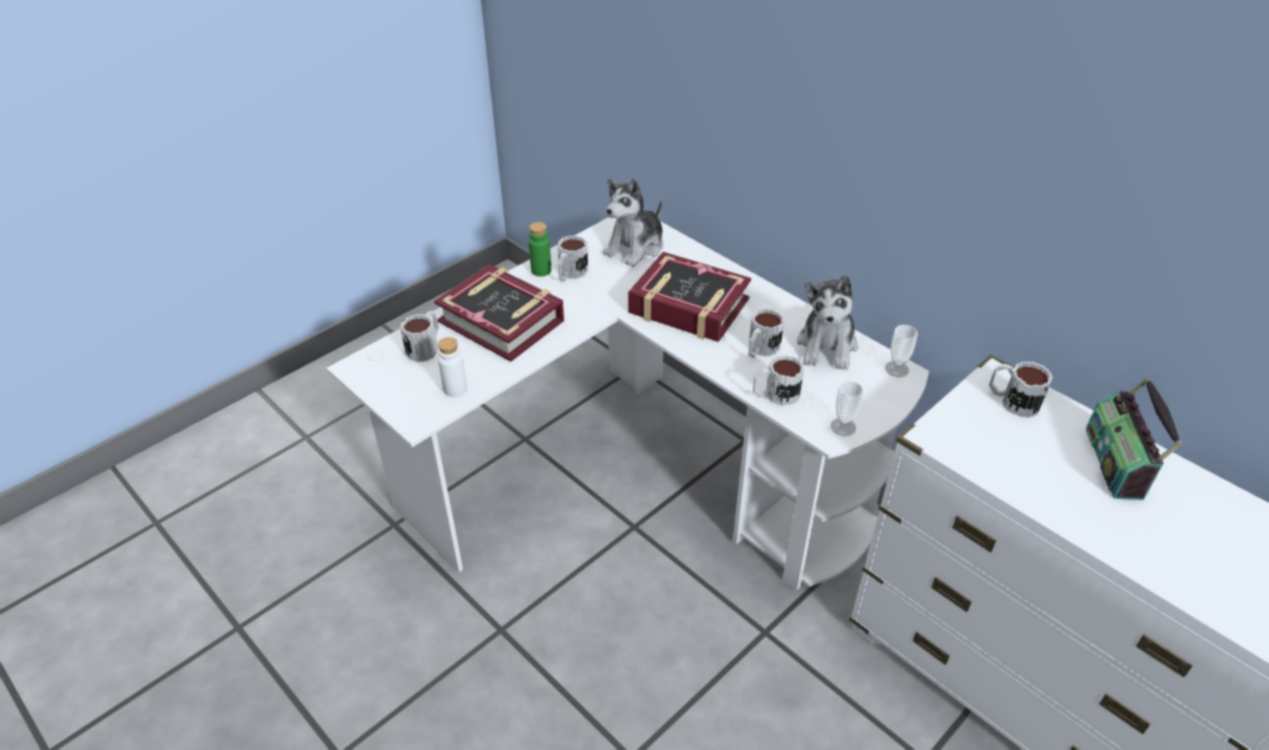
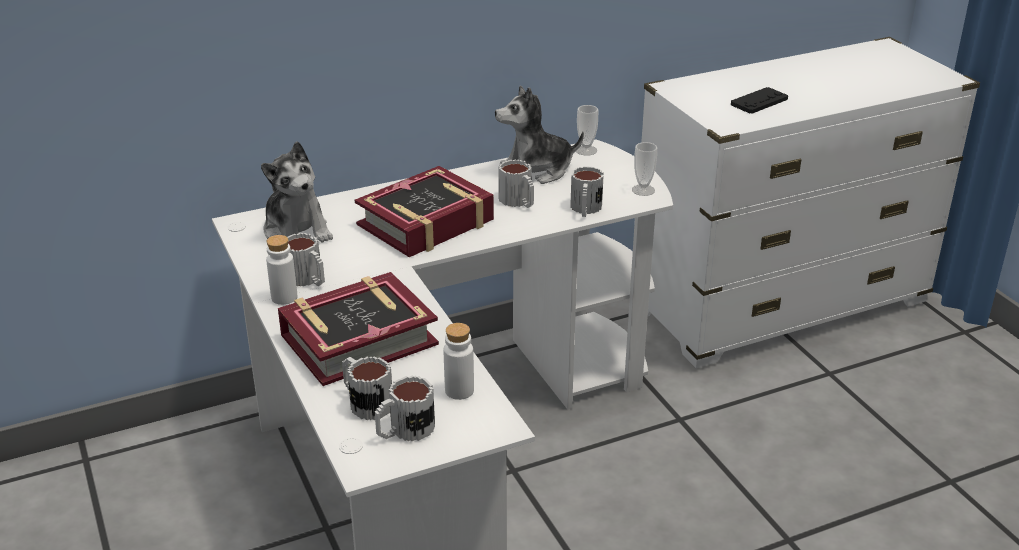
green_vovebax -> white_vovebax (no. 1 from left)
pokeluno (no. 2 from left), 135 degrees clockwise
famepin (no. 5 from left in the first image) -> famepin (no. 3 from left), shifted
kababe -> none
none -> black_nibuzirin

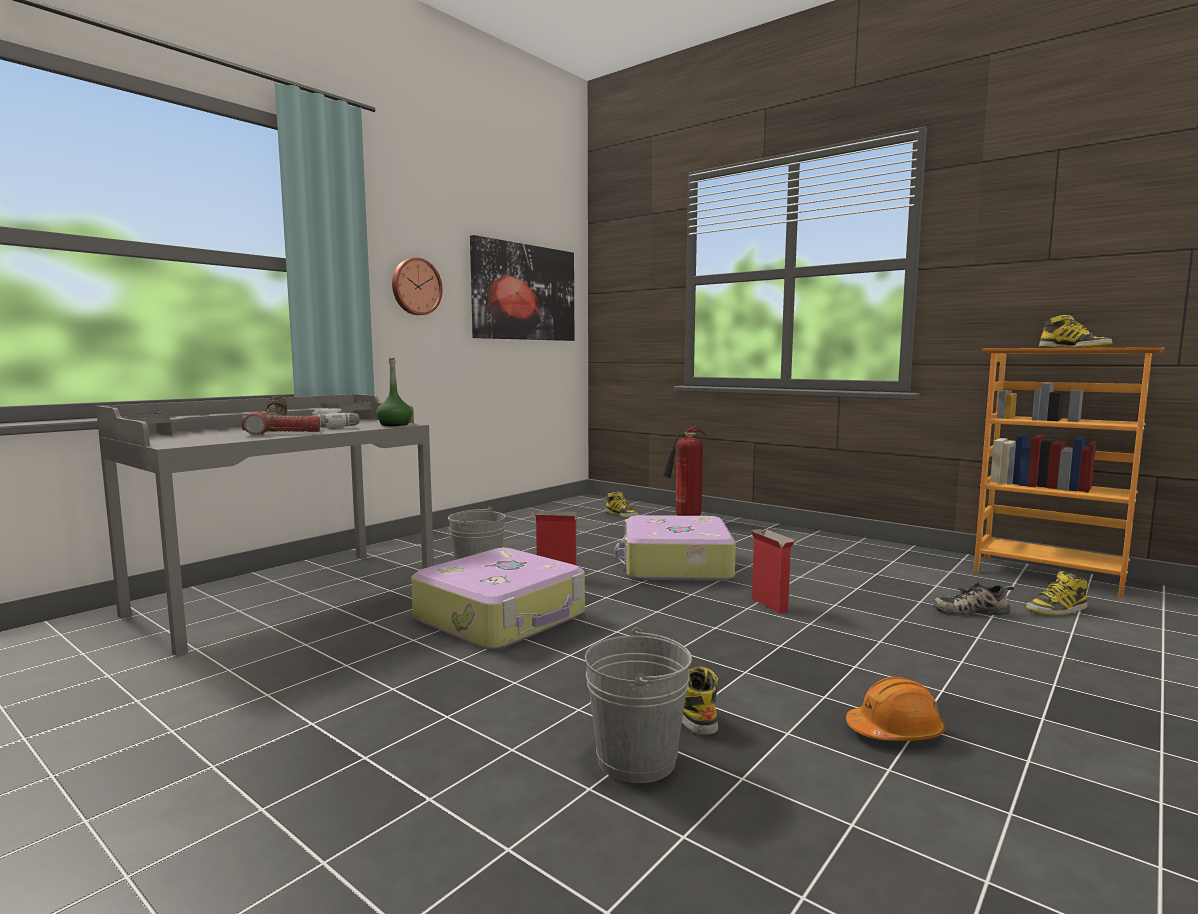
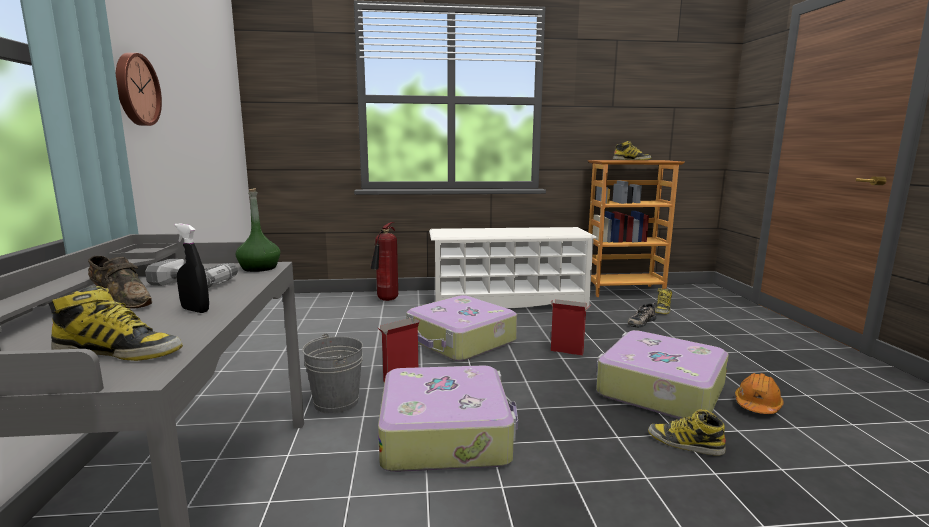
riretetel -> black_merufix
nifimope -> none
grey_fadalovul (no. 2 from left) -> none
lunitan (no. 1 from left), shifted
none -> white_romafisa
none -> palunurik (no. 3 from left)

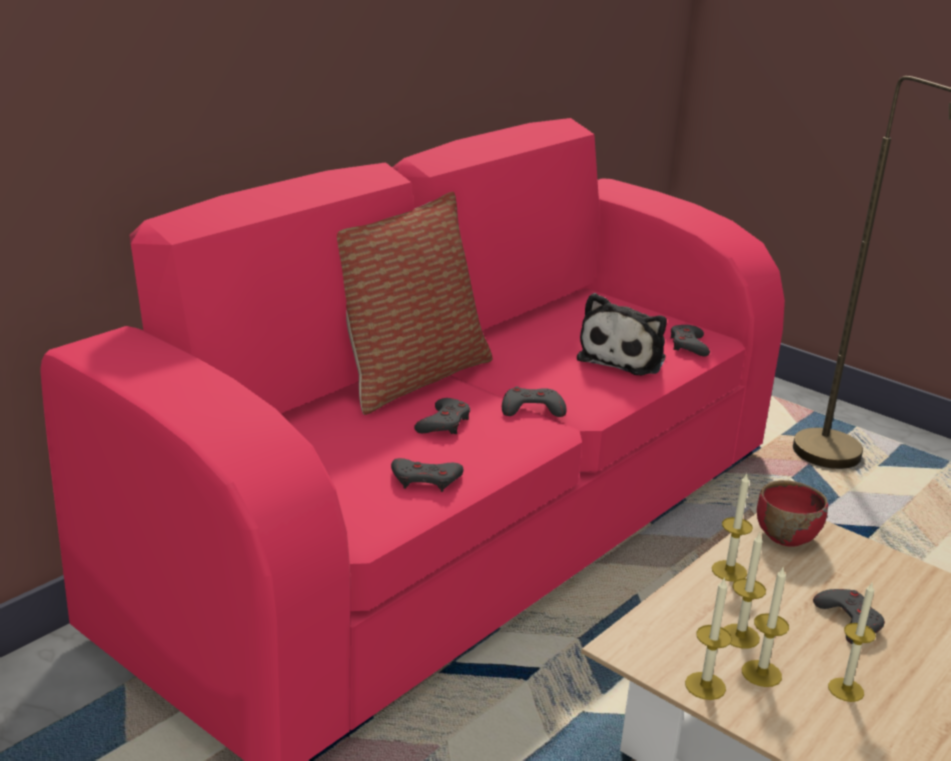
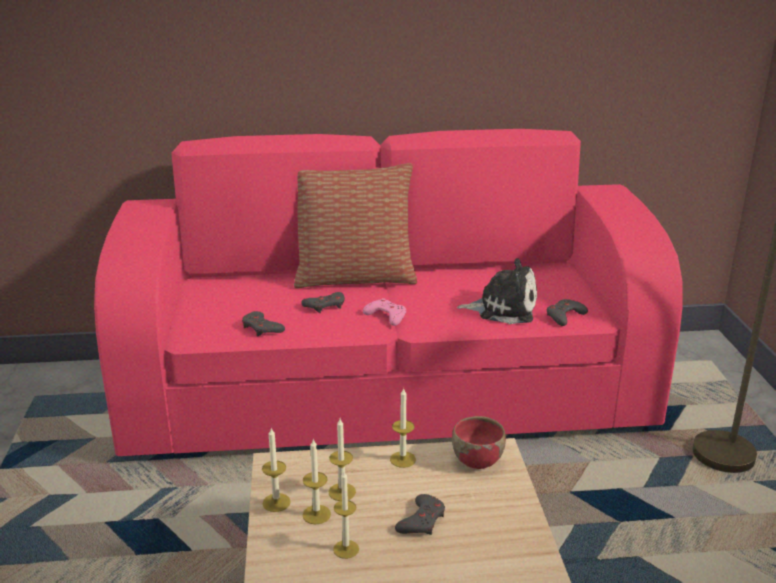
grey_nibuzirin (no. 3 from left) -> pink_nibuzirin
pokeluno, 150 degrees counterclockwise

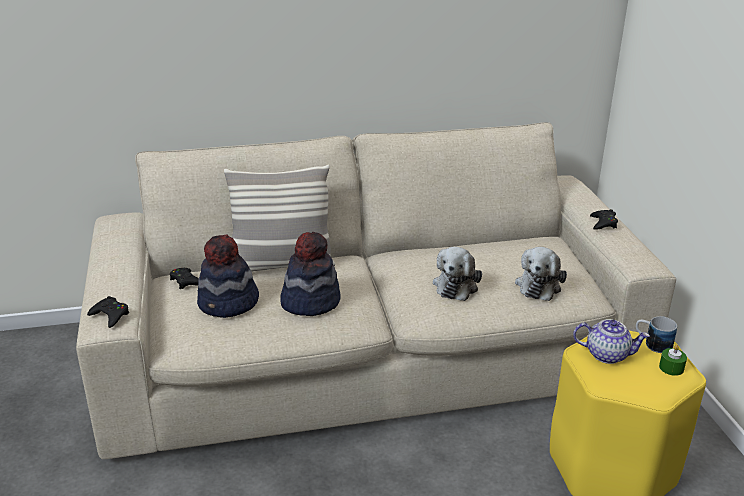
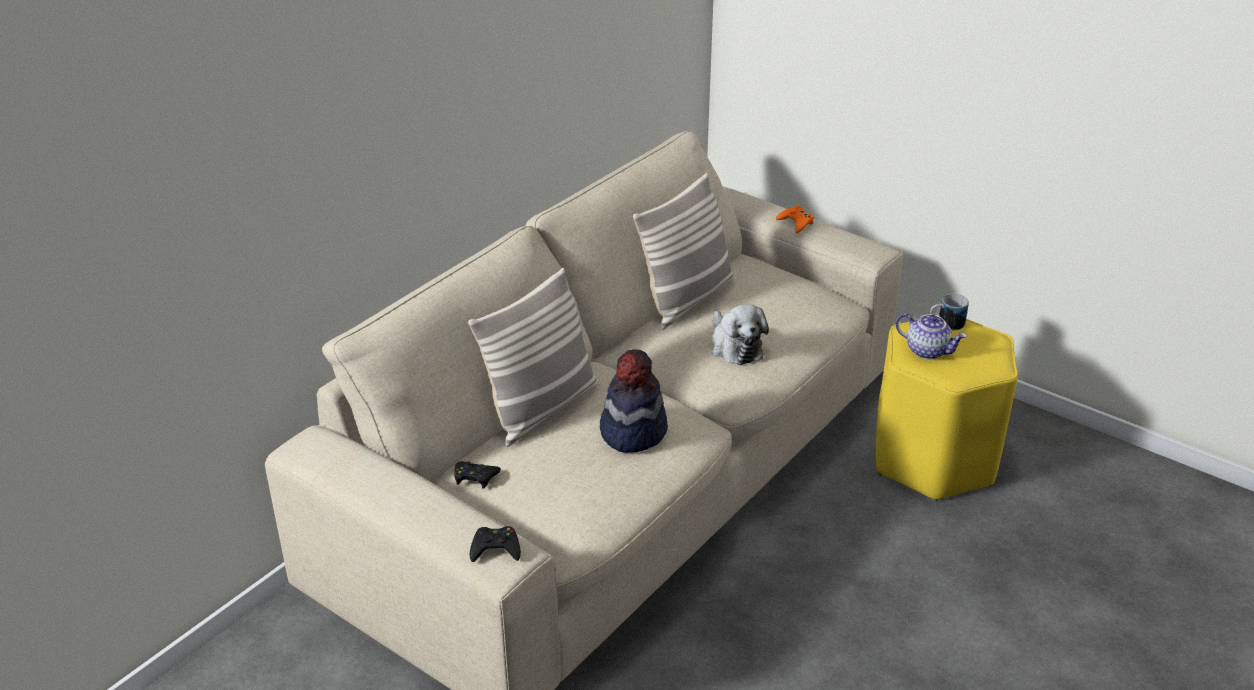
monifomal (no. 1 from left) -> none
pokeluno (no. 2 from left) -> none
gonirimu, 60 degrees clockwise
black_nibuzirin (no. 3 from left) -> orange_nibuzirin
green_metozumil -> none
none -> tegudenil (no. 2 from left)

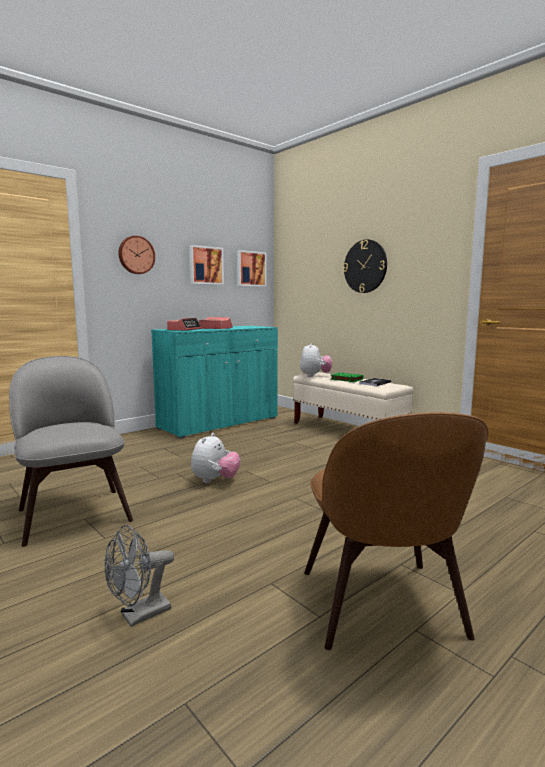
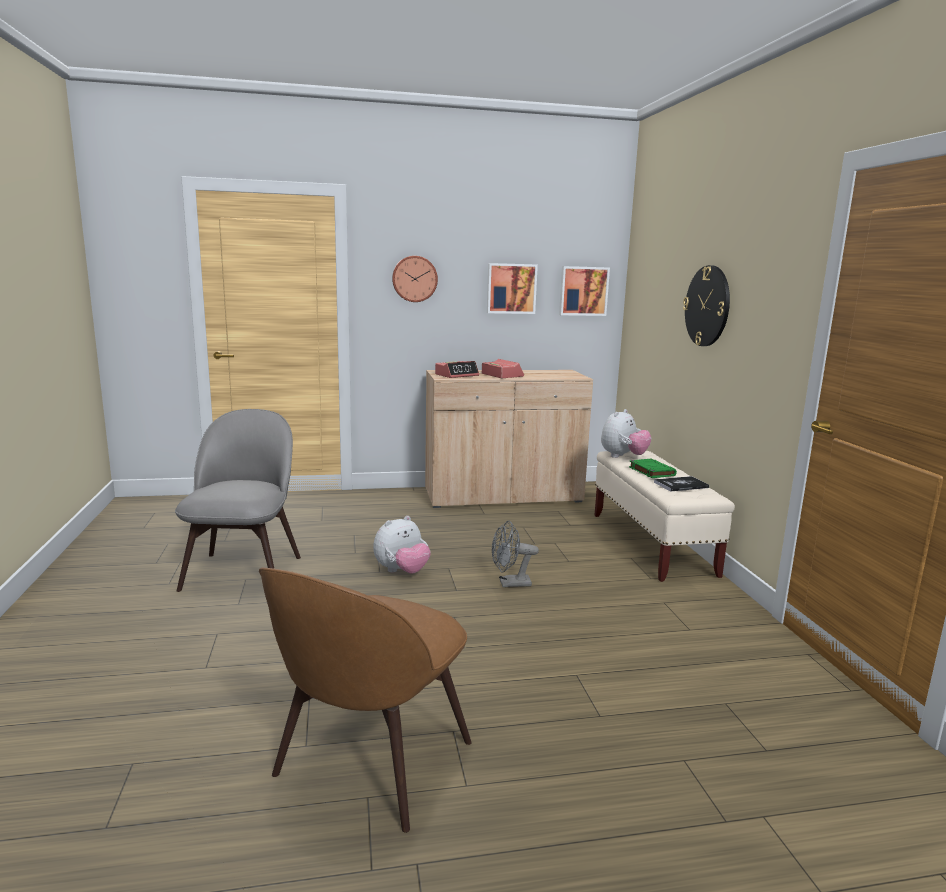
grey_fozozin, shifted
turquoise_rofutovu -> beige_rofutovu

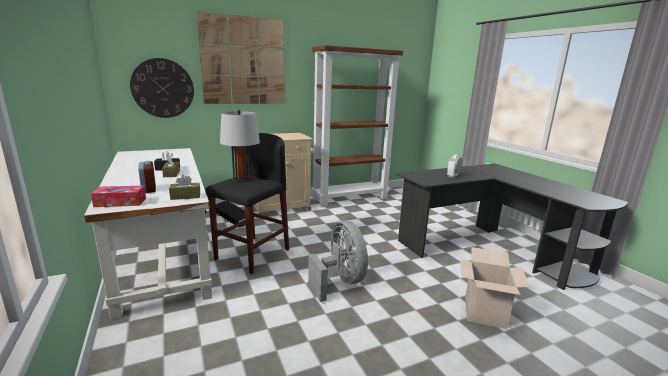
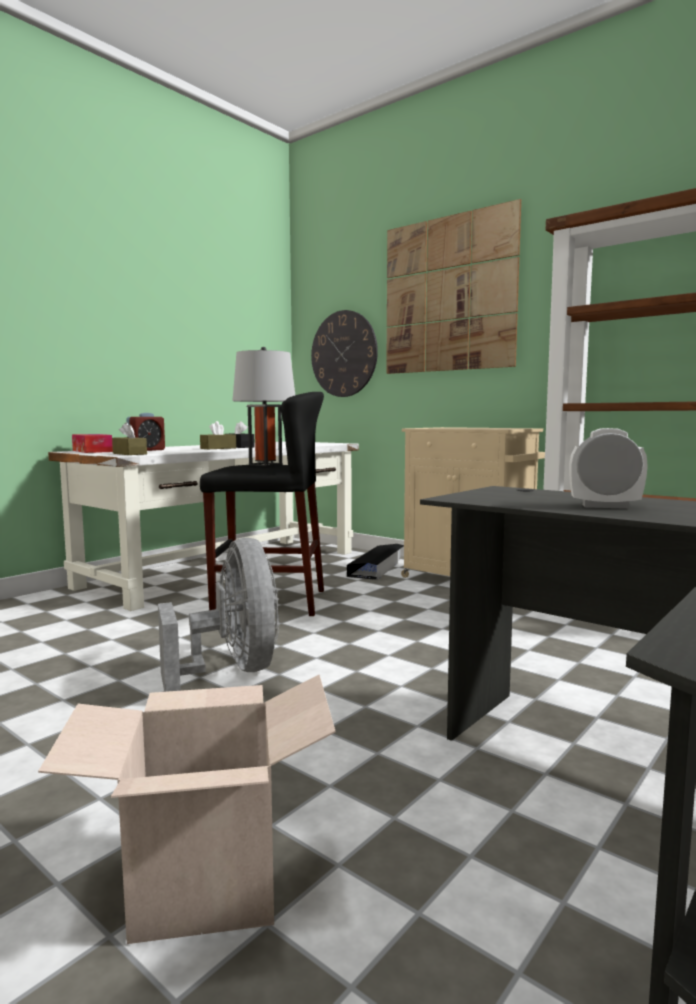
grey_fozozin, 60 degrees counterclockwise

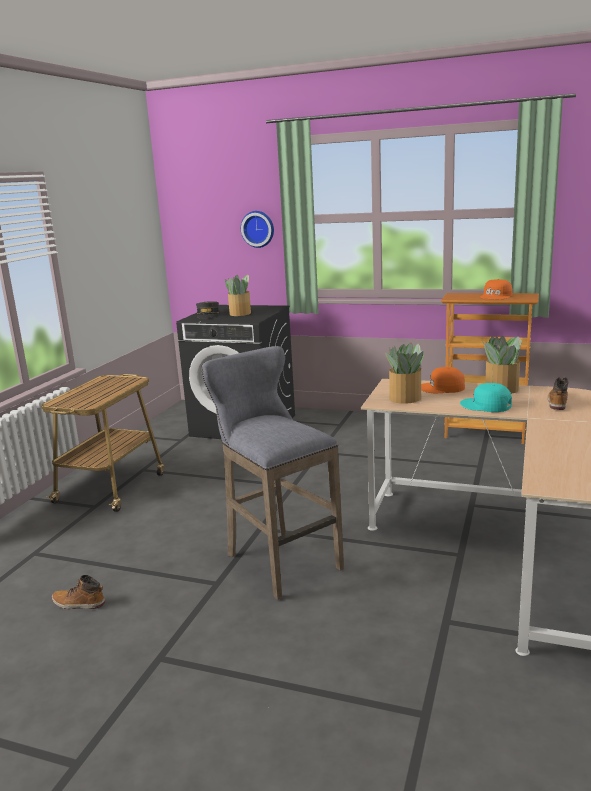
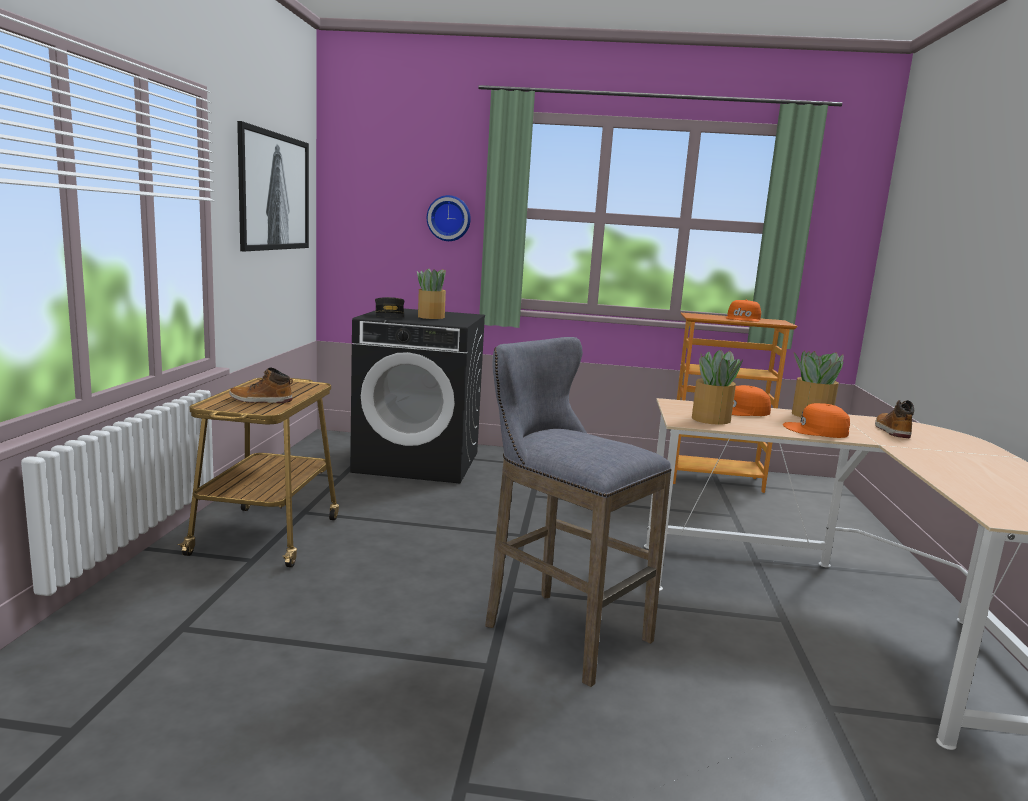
lunitan (no. 1 from left), shifted
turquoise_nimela -> orange_nimela (no. 3 from left)
none -> nifimope

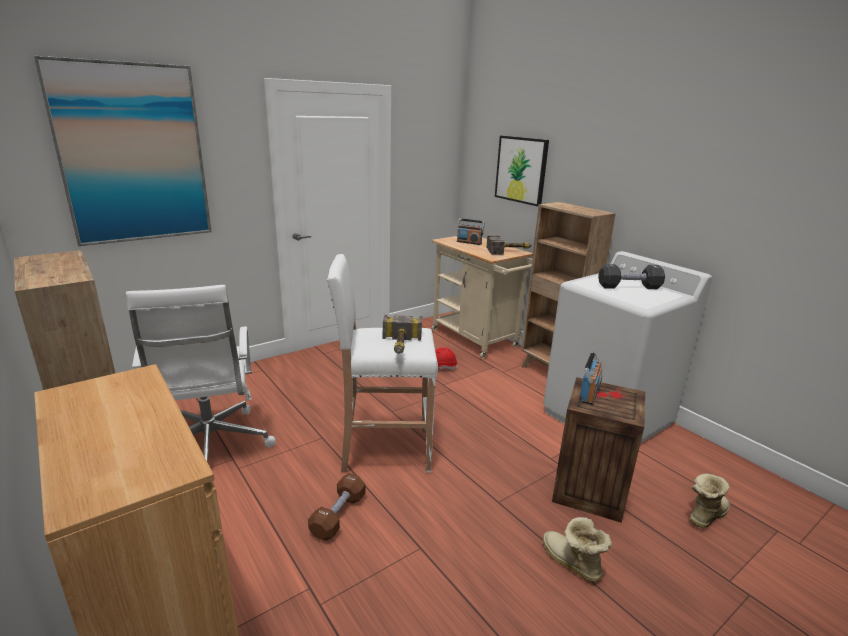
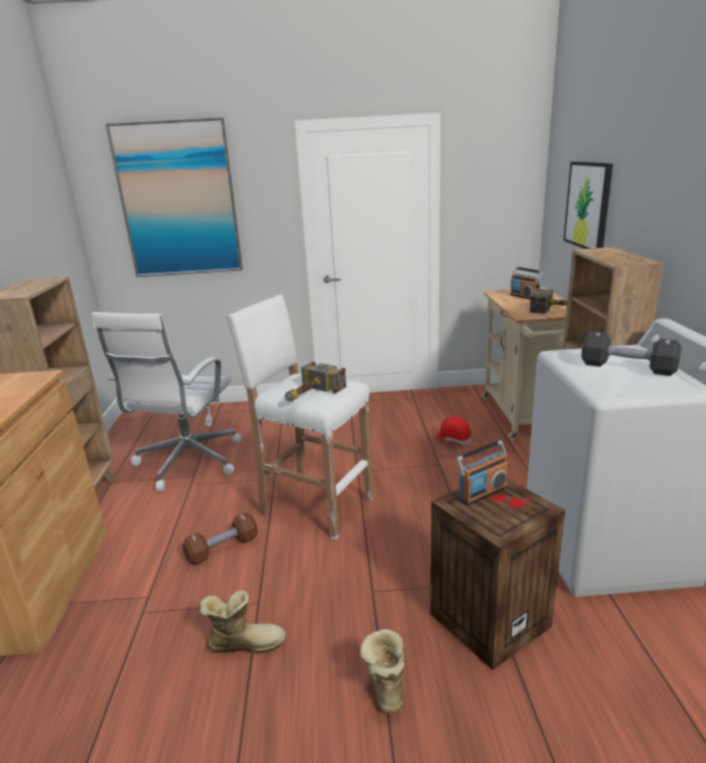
lunitan (no. 2 from left in the first image) -> lunitan (no. 1 from left), shifted

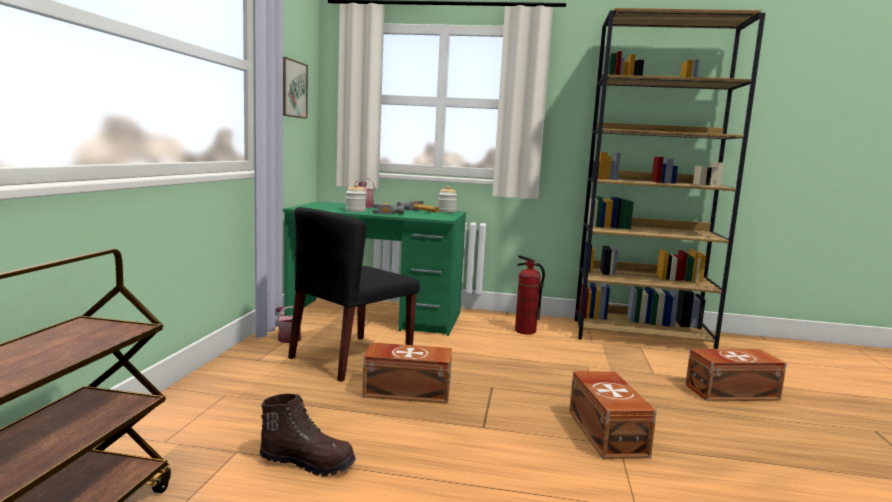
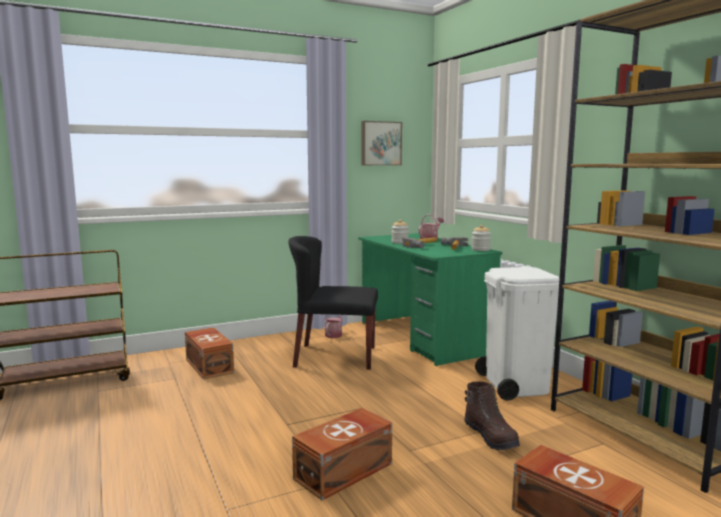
brown_lunitan, shifted
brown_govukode (no. 1 from left), shifted
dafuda -> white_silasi

